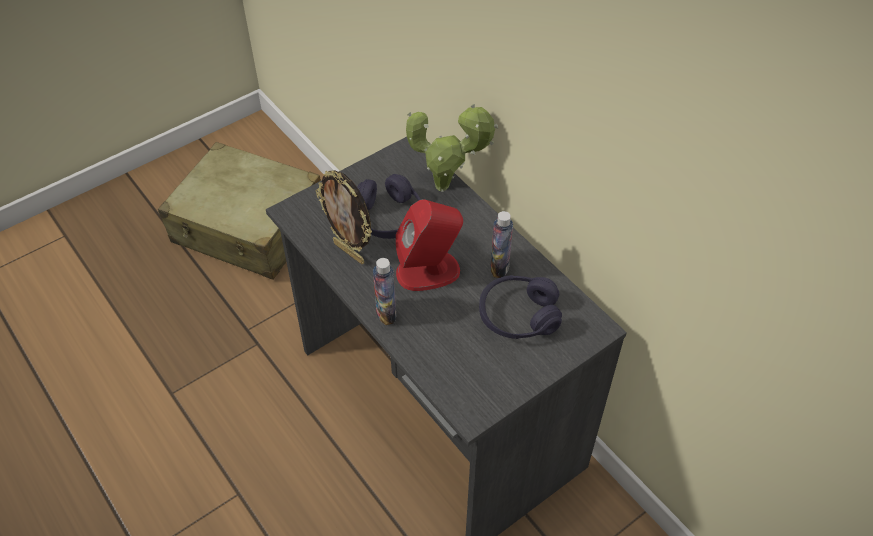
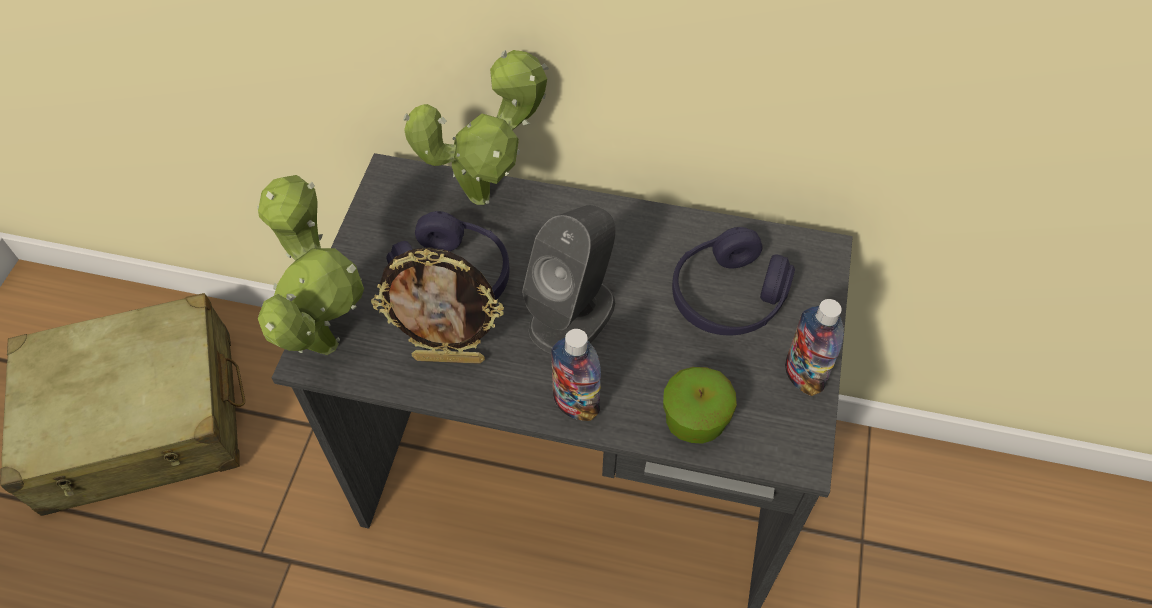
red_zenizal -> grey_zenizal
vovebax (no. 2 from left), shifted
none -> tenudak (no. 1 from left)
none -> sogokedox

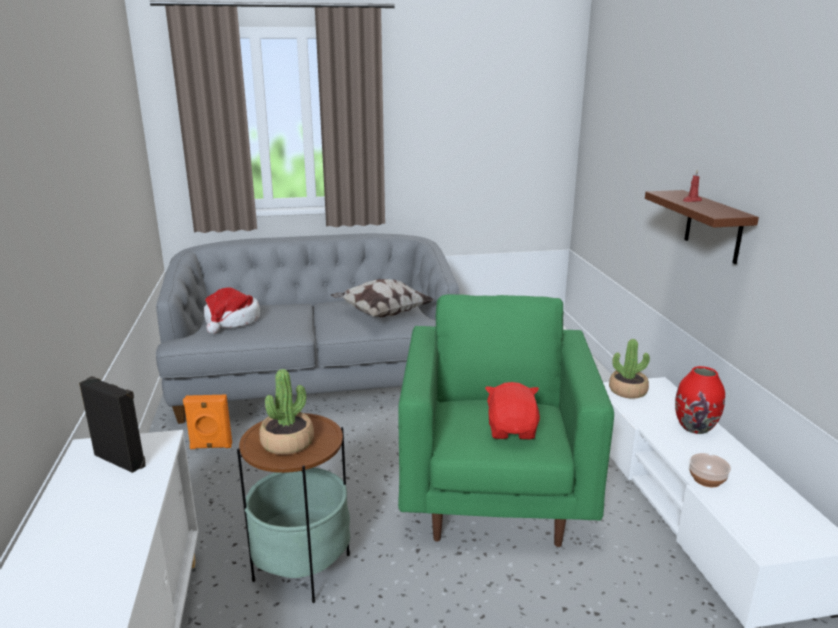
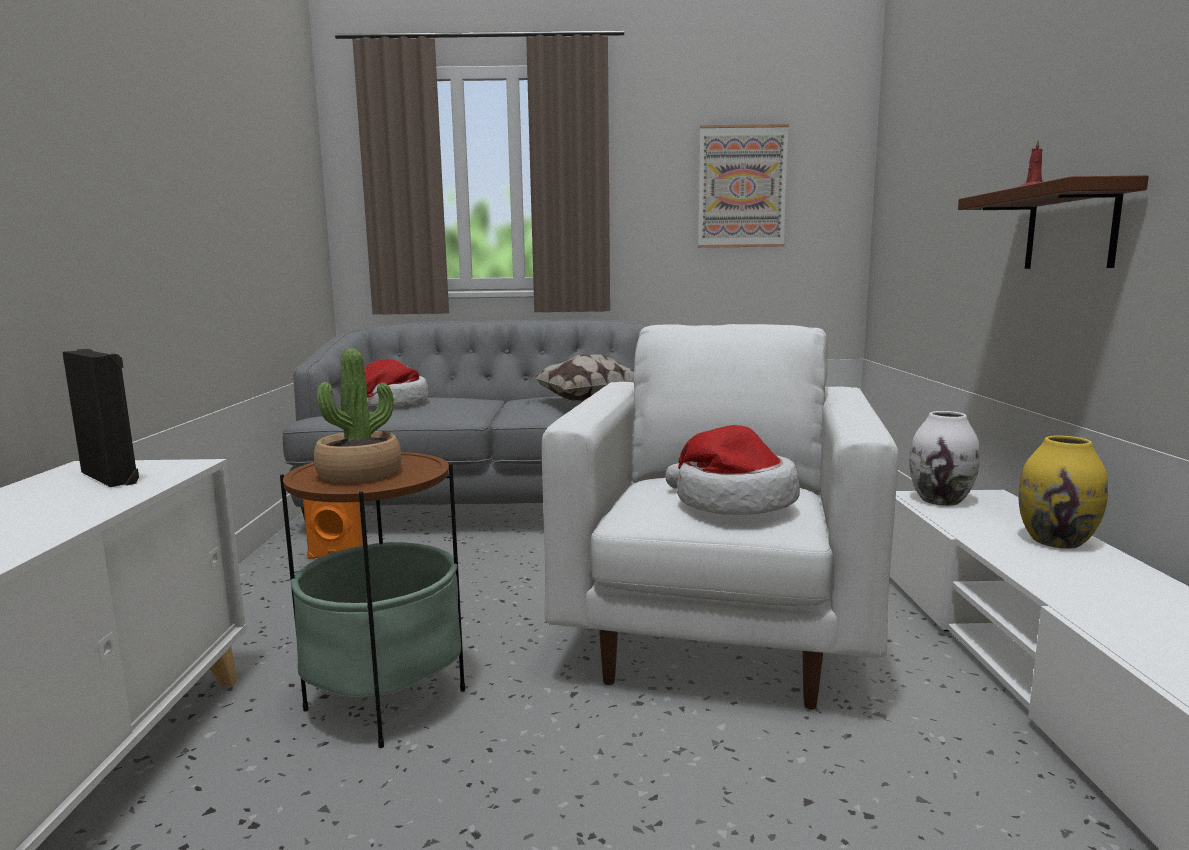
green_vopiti -> white_vopiti
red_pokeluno -> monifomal (no. 2 from left)
tenudak (no. 2 from left) -> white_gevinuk
red_gevinuk -> yellow_gevinuk
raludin -> none
none -> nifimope

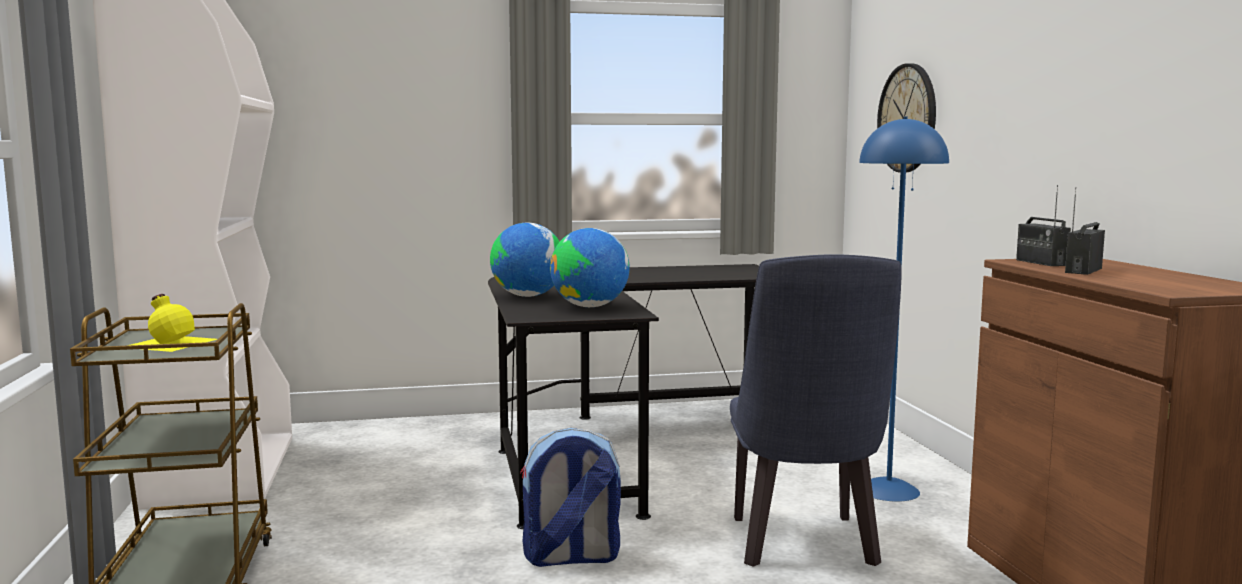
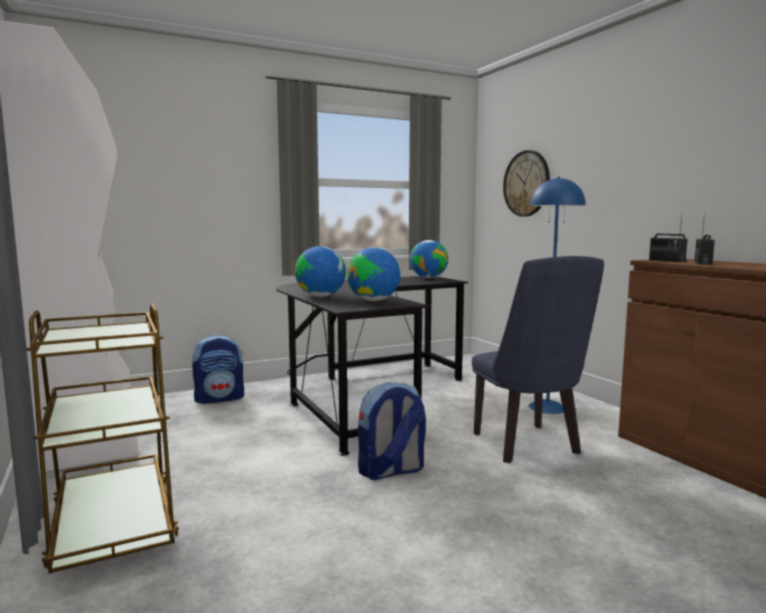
yellow_vovebax -> none
none -> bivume (no. 1 from left)
none -> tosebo (no. 3 from left)

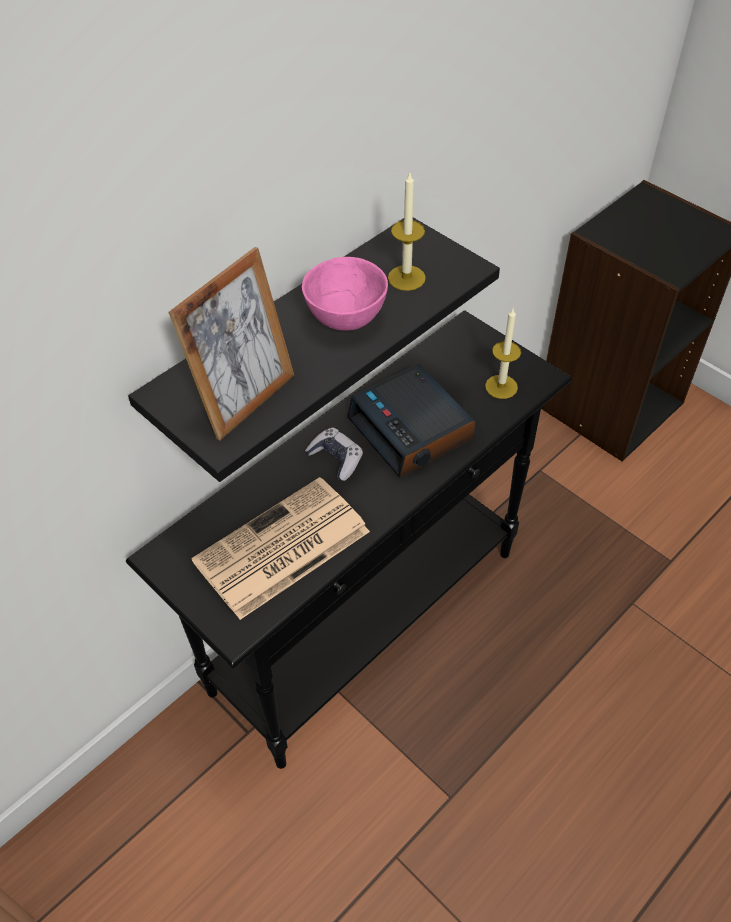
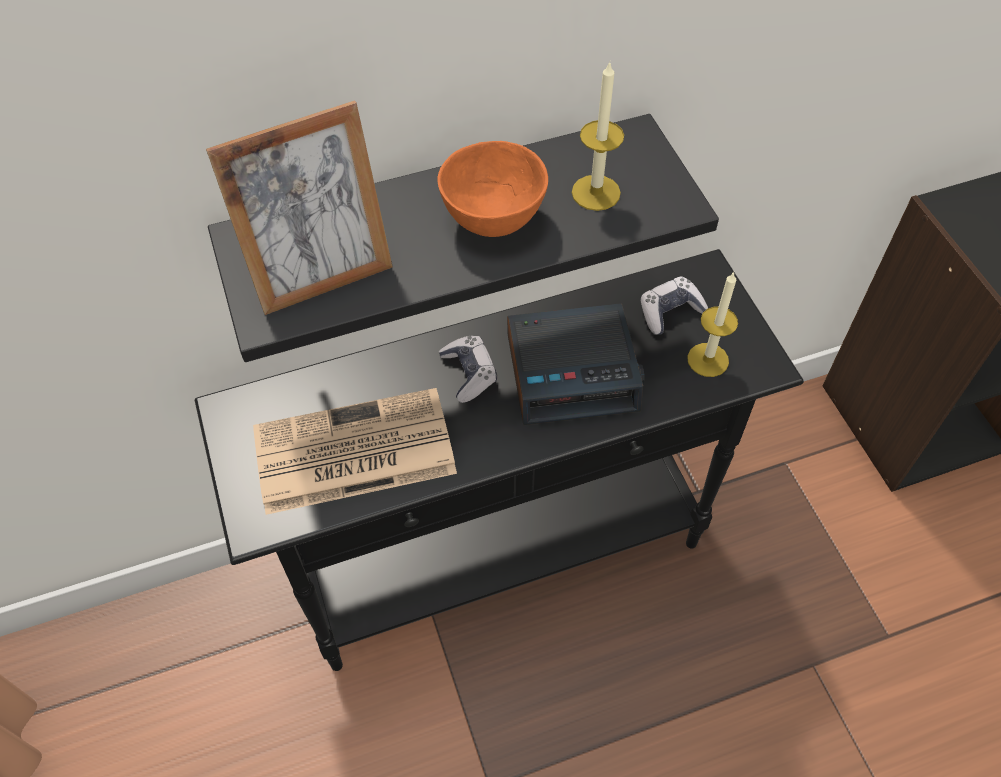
pink_raludin -> orange_raludin
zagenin, 90 degrees counterclockwise
none -> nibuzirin (no. 2 from left)

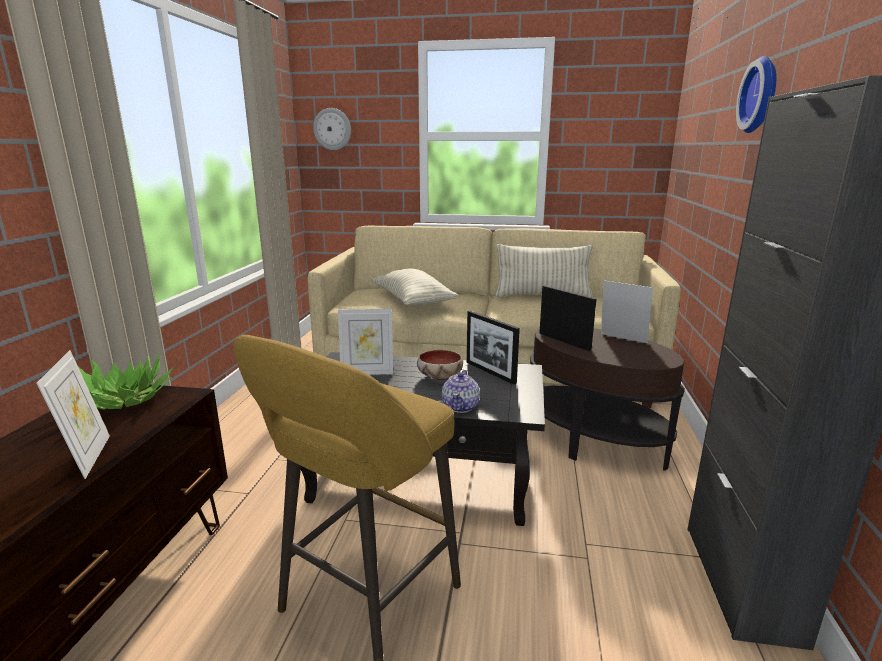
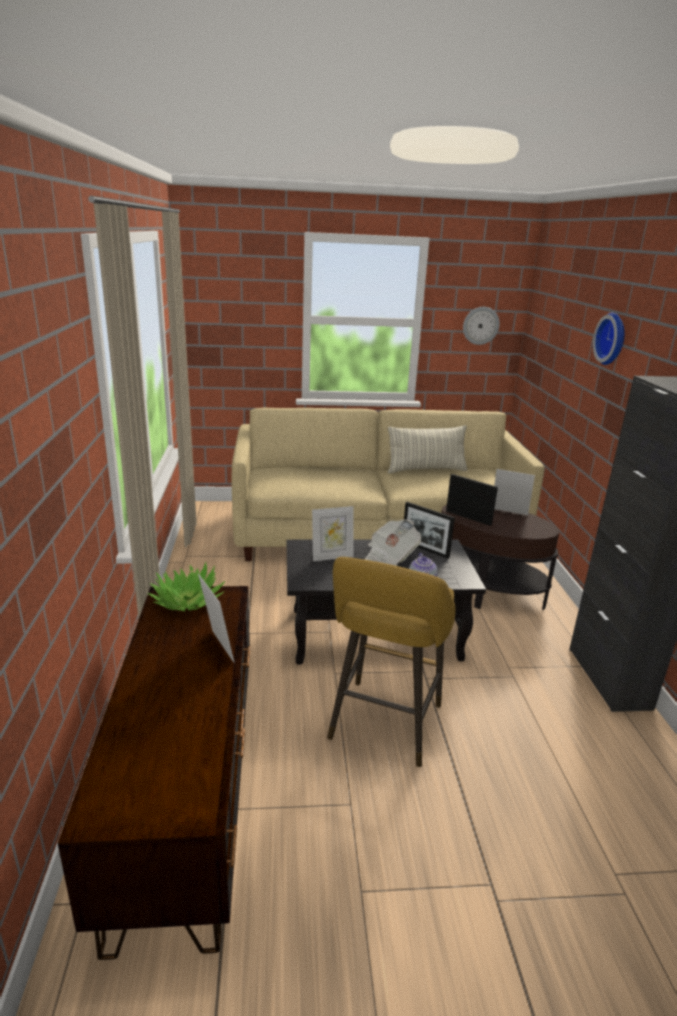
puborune (no. 1 from left), shifted
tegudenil (no. 1 from left) -> none
raludin -> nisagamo

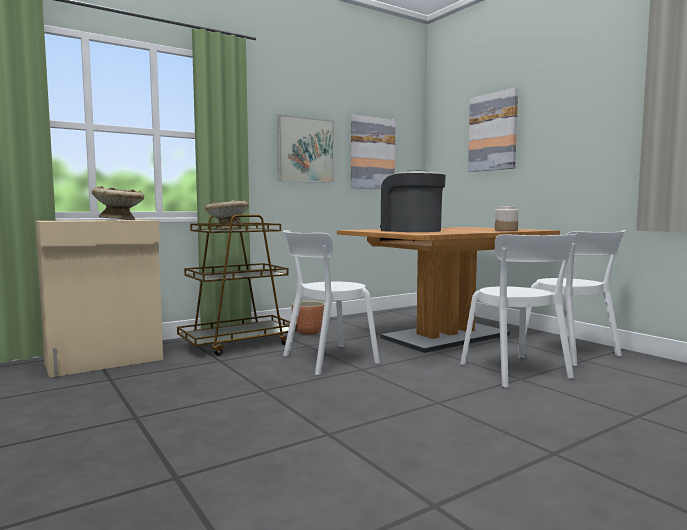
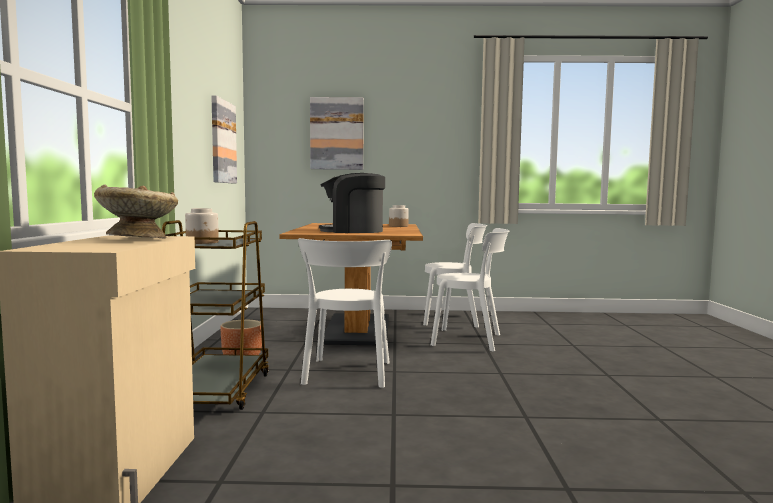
beige_raludin (no. 2 from left) -> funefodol (no. 1 from left)
nifimope (no. 1 from left) -> none

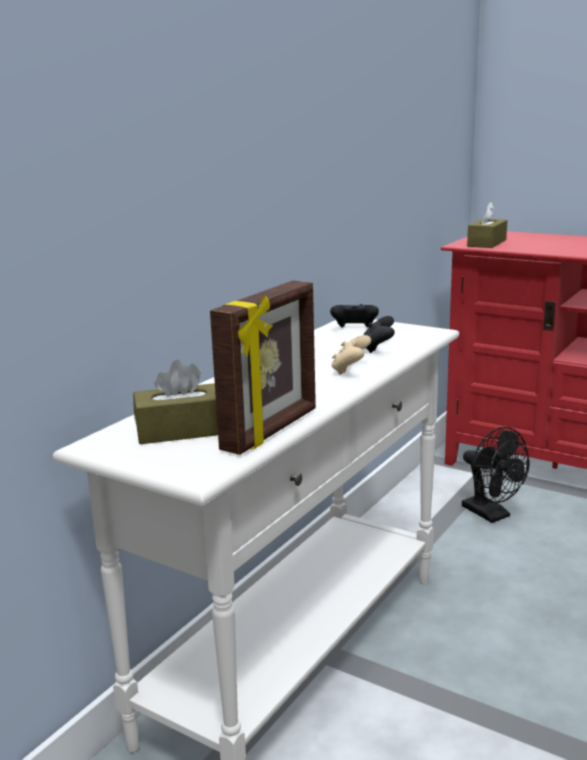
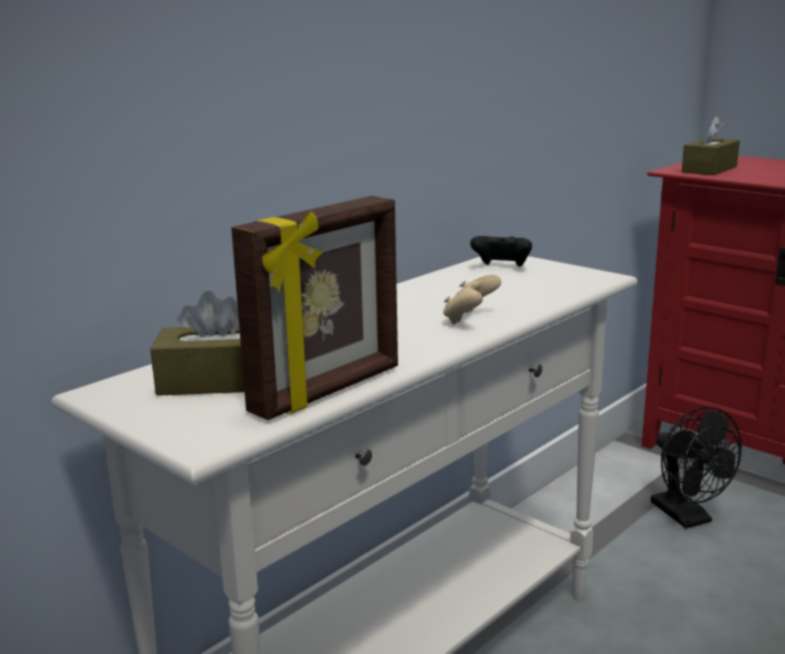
black_nibuzirin (no. 2 from left) -> none

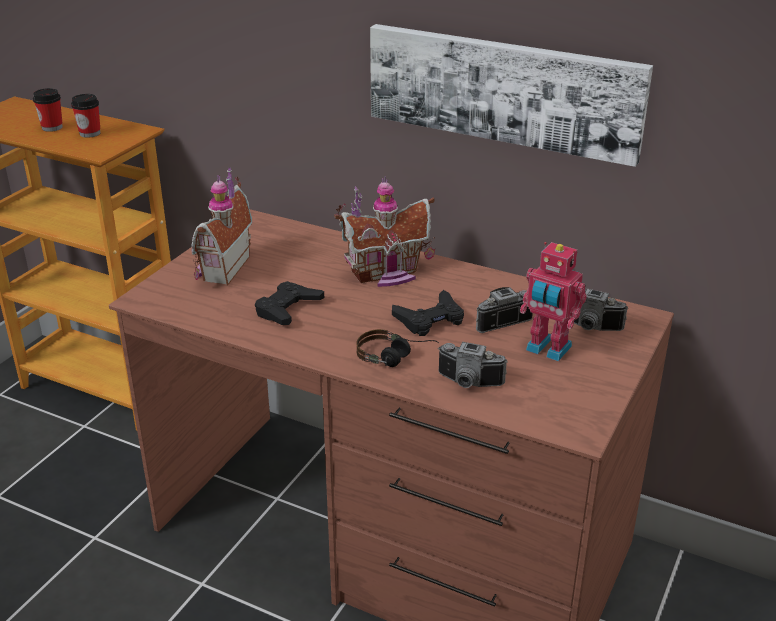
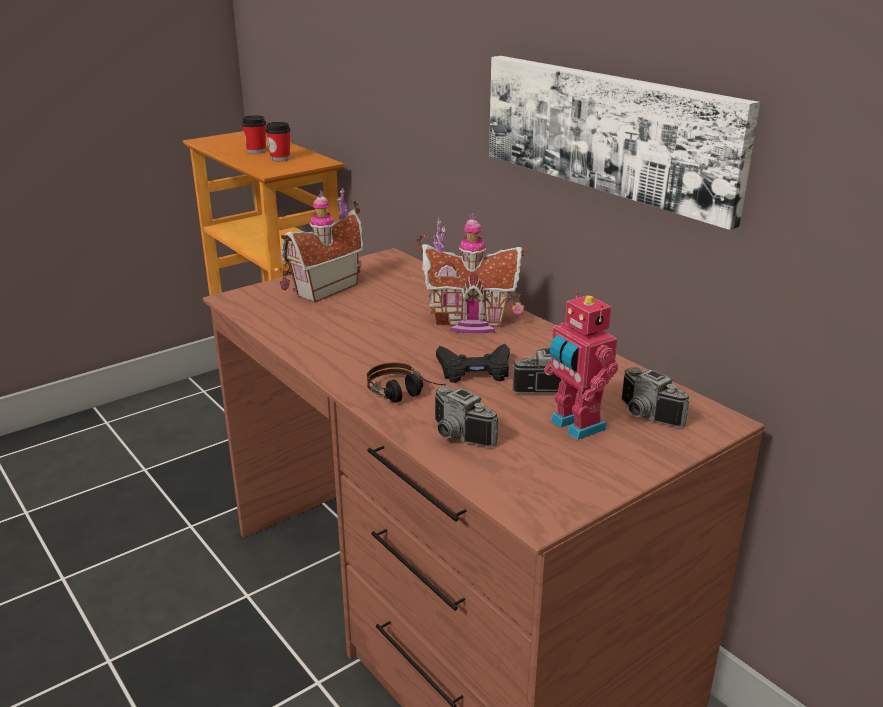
black_nibuzirin (no. 1 from left) -> none

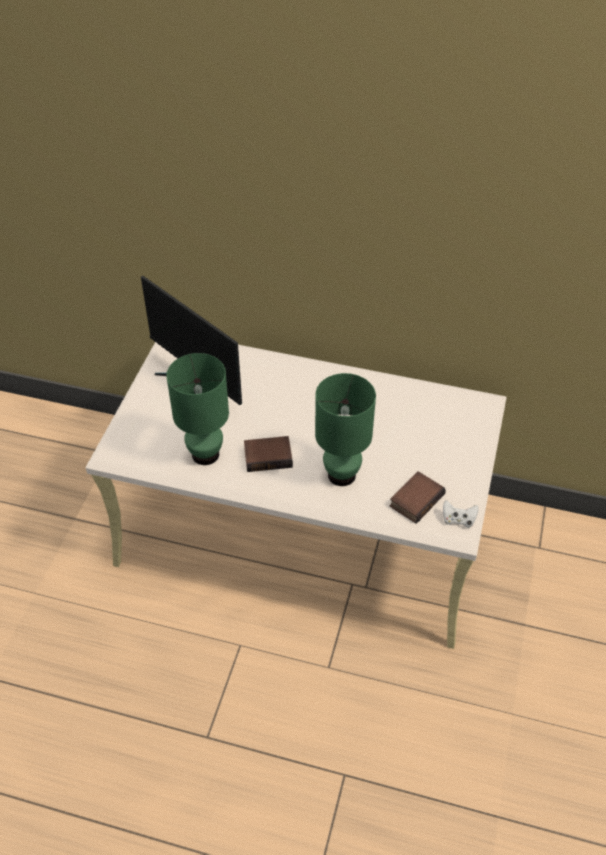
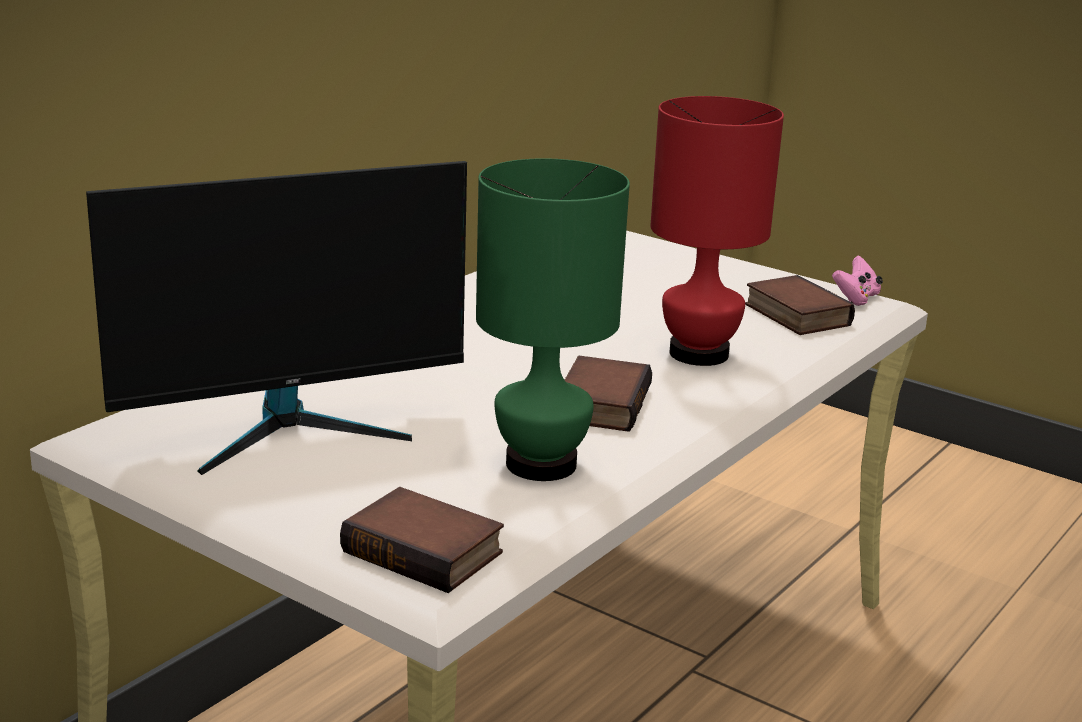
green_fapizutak (no. 2 from left) -> red_fapizutak
white_nibuzirin -> pink_nibuzirin
none -> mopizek (no. 1 from left)

